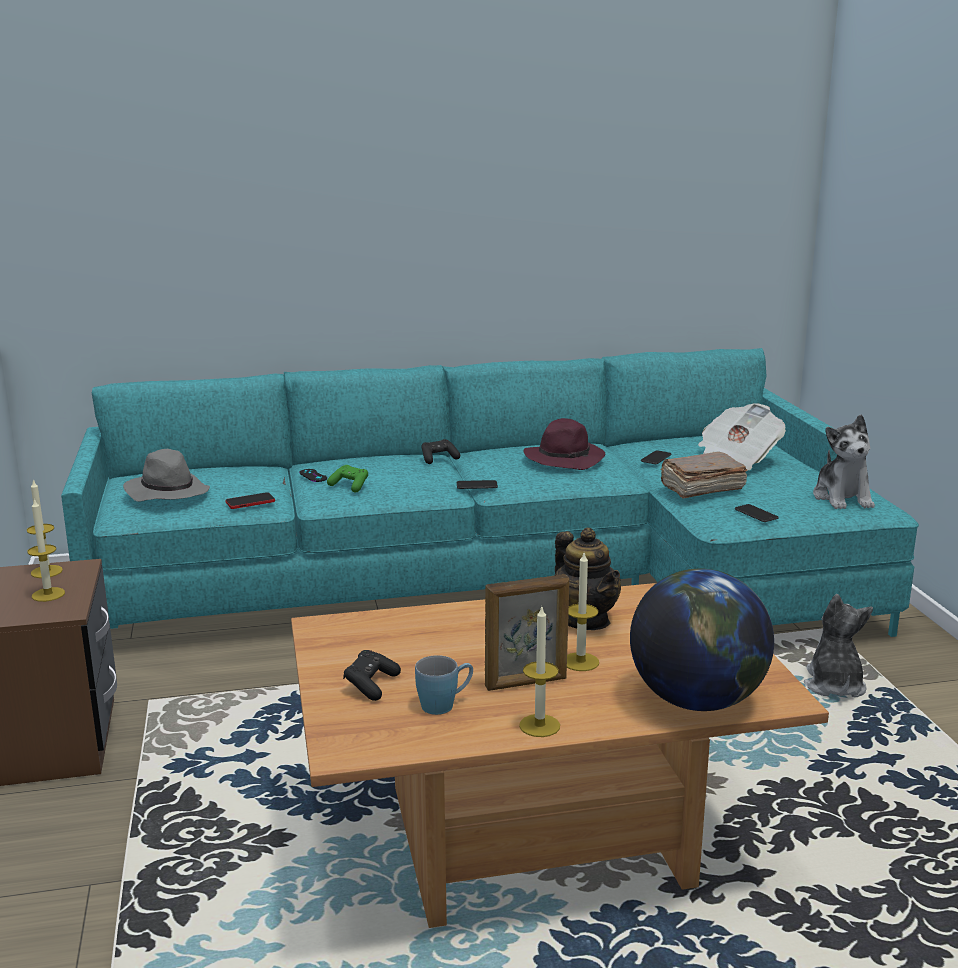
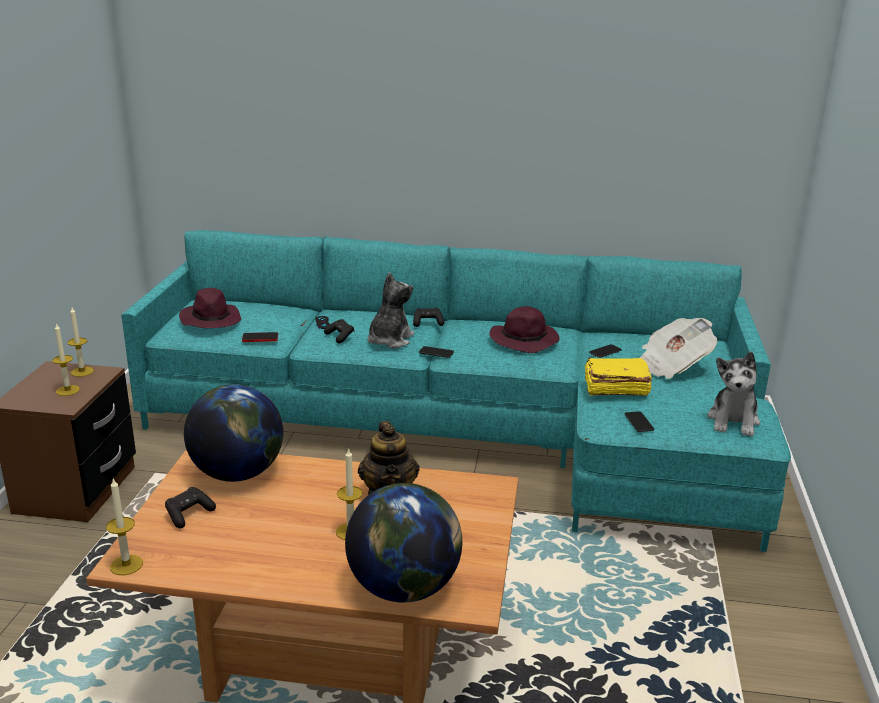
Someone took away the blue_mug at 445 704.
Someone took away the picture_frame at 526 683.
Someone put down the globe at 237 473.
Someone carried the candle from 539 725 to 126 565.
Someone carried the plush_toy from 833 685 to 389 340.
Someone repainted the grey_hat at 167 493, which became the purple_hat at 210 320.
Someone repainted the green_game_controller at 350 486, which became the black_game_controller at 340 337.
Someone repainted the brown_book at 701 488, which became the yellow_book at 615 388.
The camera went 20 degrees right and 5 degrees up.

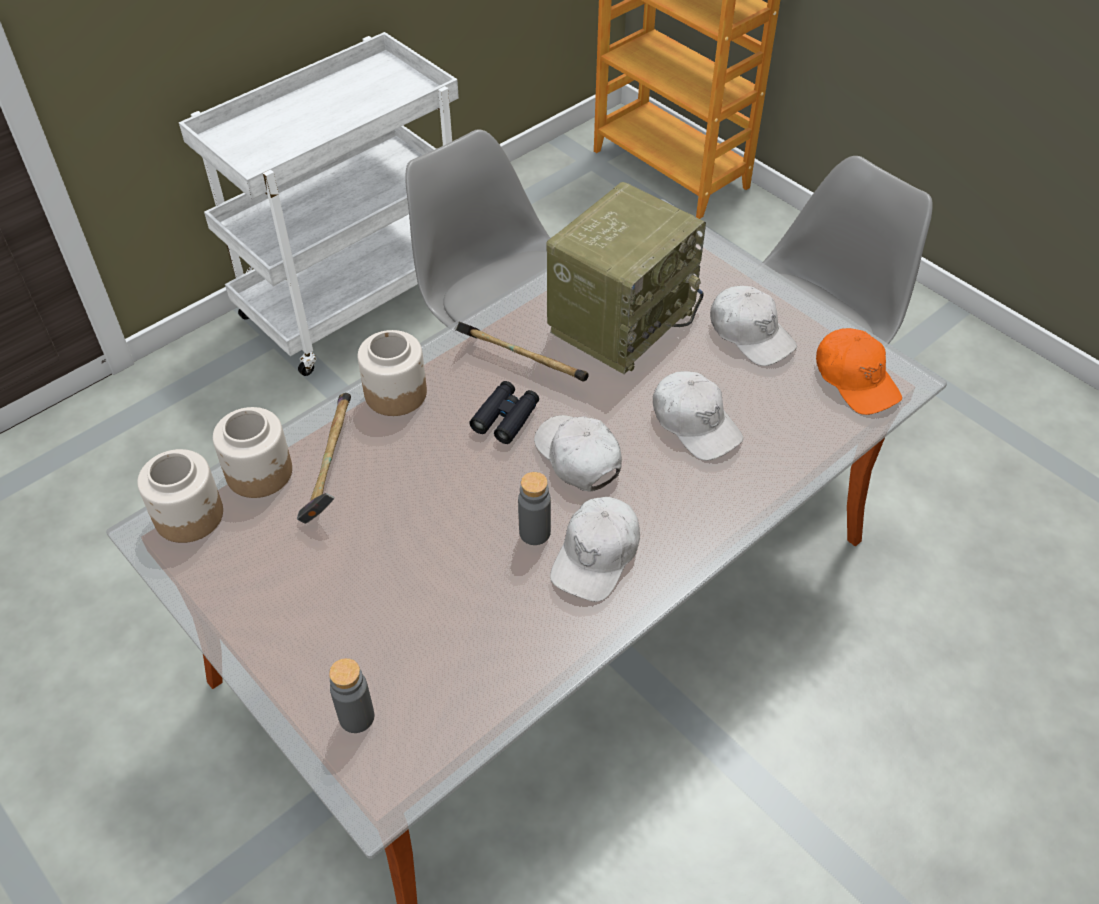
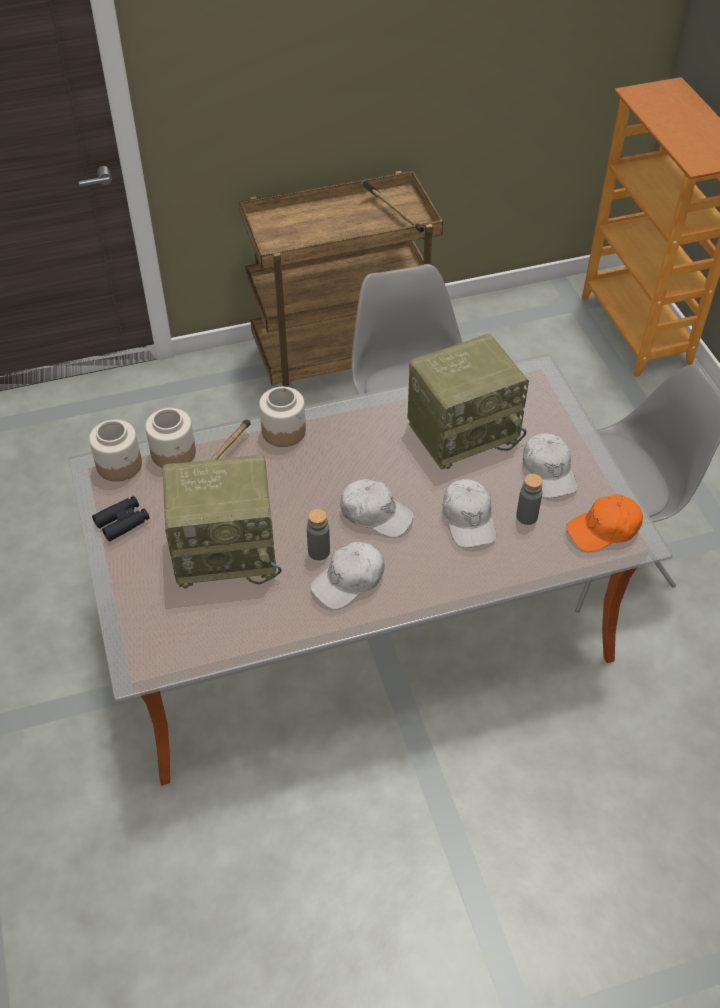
Someone put down the radio at 227 550.
Someone carried the grey_bottle from 356 717 to 526 516.
Someone carried the hammer from 519 362 to 393 215.
Someone carried the black_binoculars from 505 417 to 122 522.
Someone repainted the white_cart at 355 297, which became the brown_cart at 342 357.
Someone rotated the white_cap at 578 457 by 120 degrees clockwise.
Someone rotated the orange_cap at 855 379 by 75 degrees clockwise.
The camera went 25 degrees right and 0 degrees up.

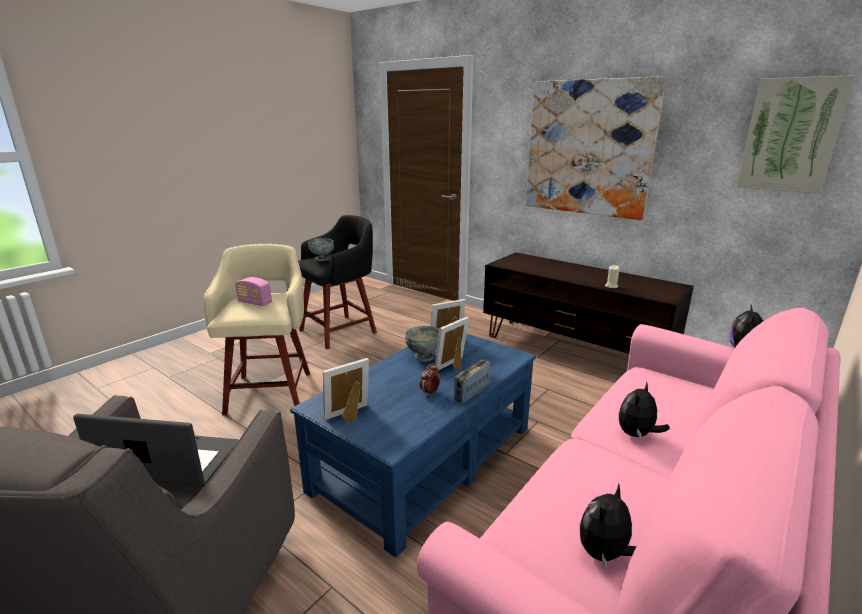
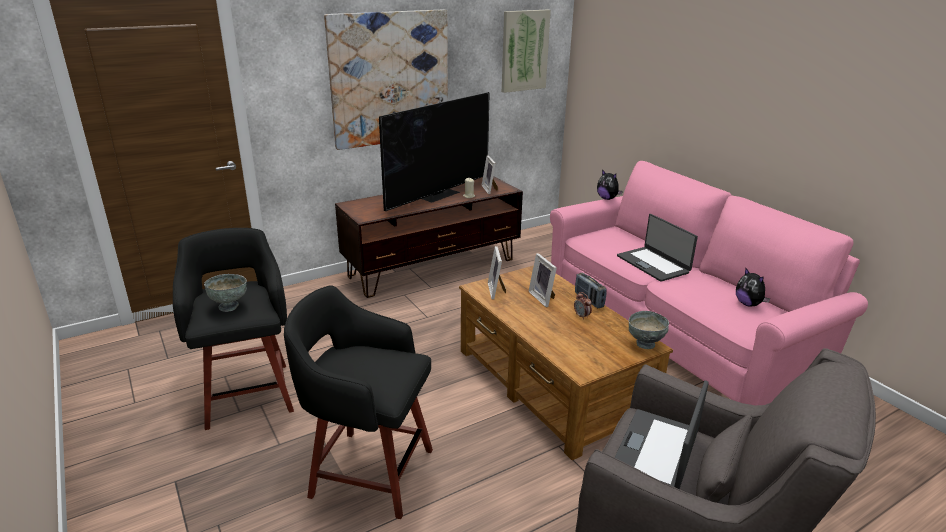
Someone took away the radio at 255 303.
Someone put down the television at 438 194.
Someone carried the picture_frame from 350 416 to 490 189.
Someone carried the grey_bowl from 423 357 to 645 344.
Someone swapped the plush_toy at 637 434 for the laptop at 653 264.
Someone repainted the beige_stool at 270 391, which became the black_stool at 368 471.
Someone repainted the blue_coffee_table at 423 458, which became the brown_coffee_table at 551 384.
The camera went 70 degrees left and 5 degrees up.

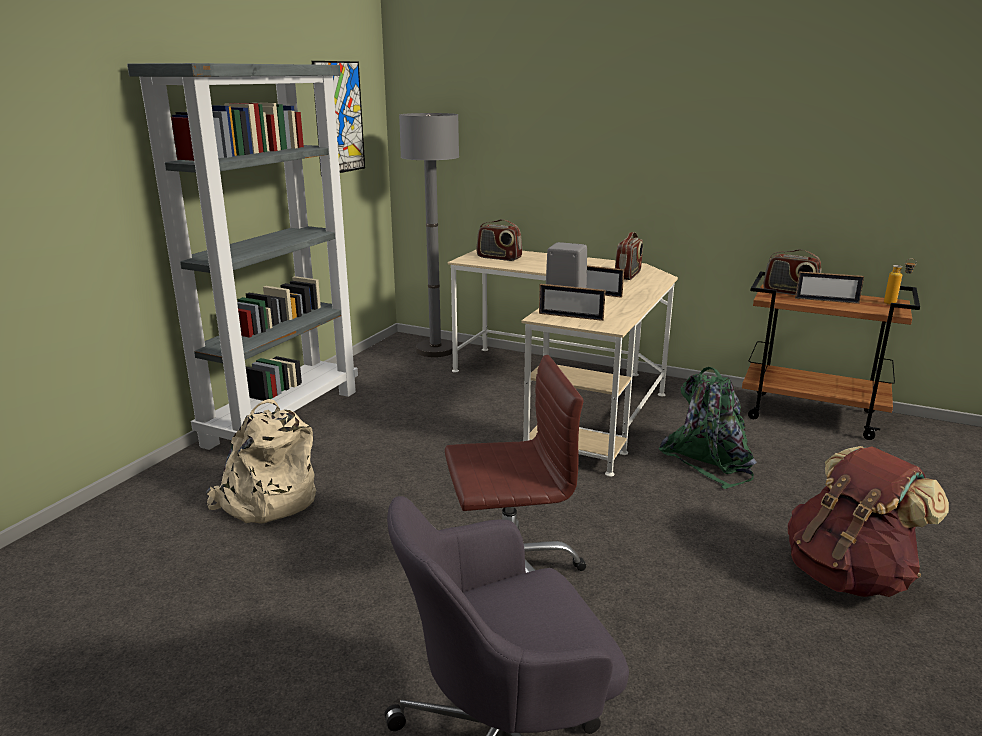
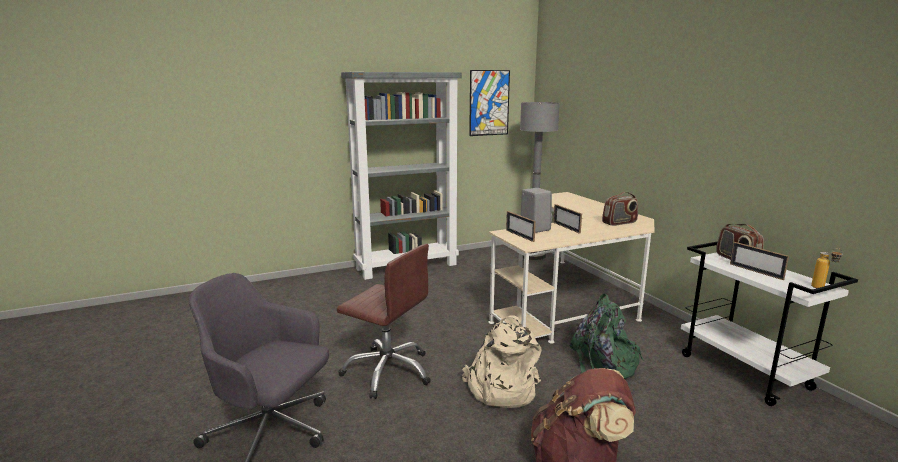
Someone took away the radio at 499 258.
Someone carried the beige_backpack from 266 501 to 500 389.
Someone repainted the brown_cart at 812 415, which became the white_cart at 746 372.
The camera went 40 degrees right and 5 degrees down.

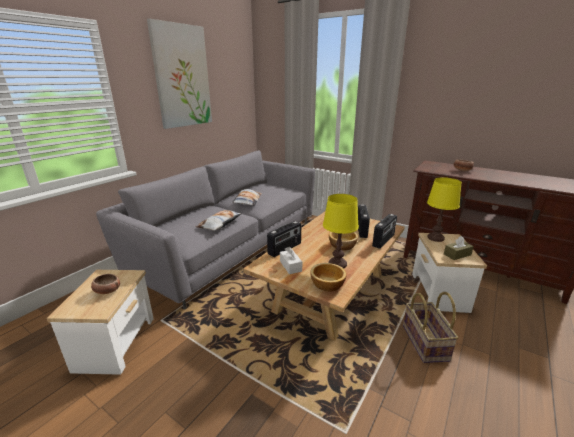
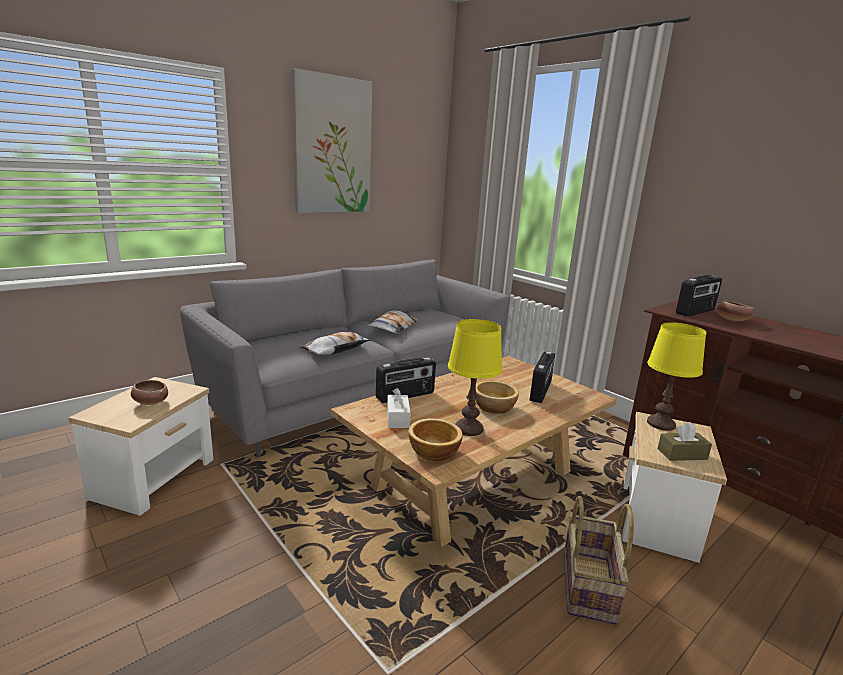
Someone carried the radio from 384 241 to 696 312.
The camera went 15 degrees right and 5 degrees down.

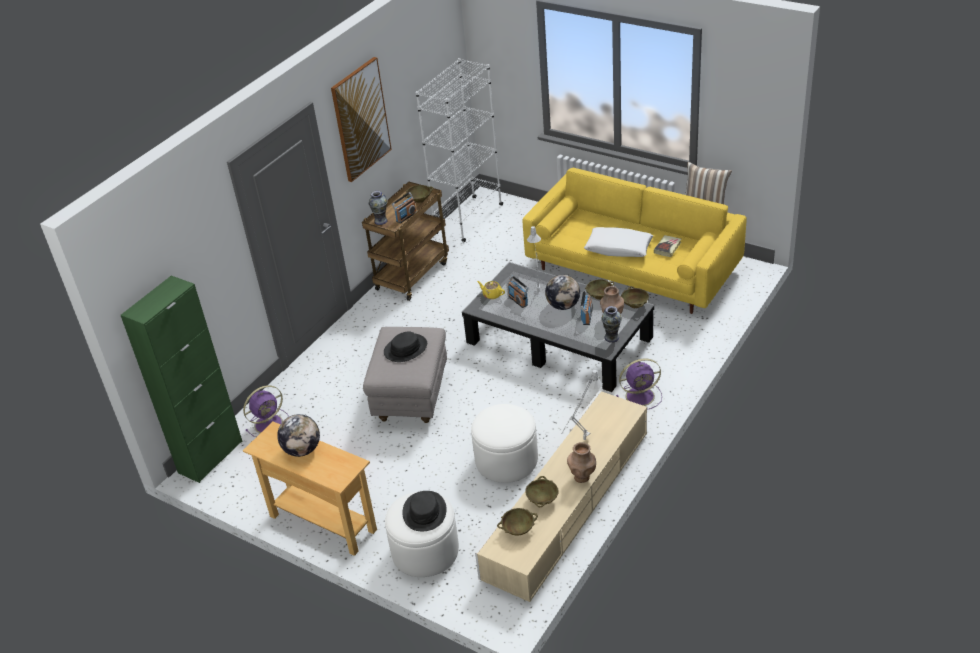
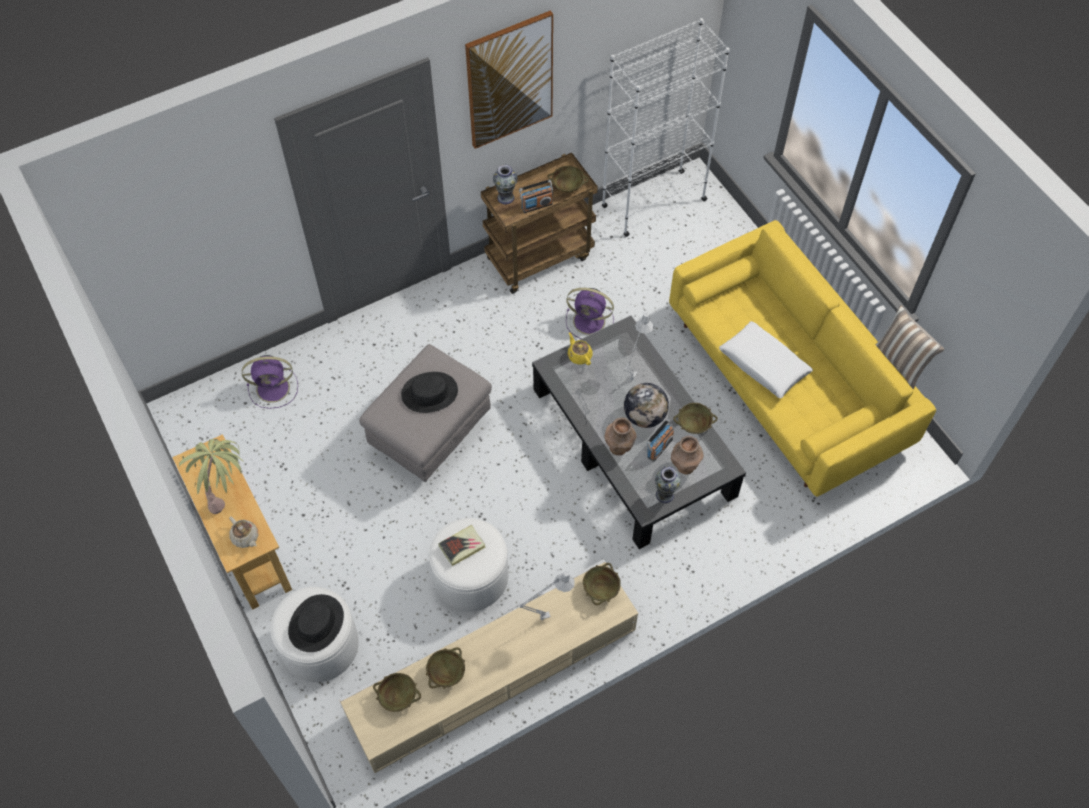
Someone took away the green_cabinet at 210 457.
Someone took away the radio at 518 300.
Someone put down the beige_teapot at 245 537.
Someone carried the brown_vase from 582 477 to 619 448.
Someone carried the purple_fan from 641 396 to 590 322.
Someone carried the beige_bowl from 635 305 to 601 589.
Someone carried the book from 667 248 to 462 546.
Someone swapped the globe at 302 450 for the potted_plant at 226 492.
The camera went 25 degrees right and 20 degrees up.

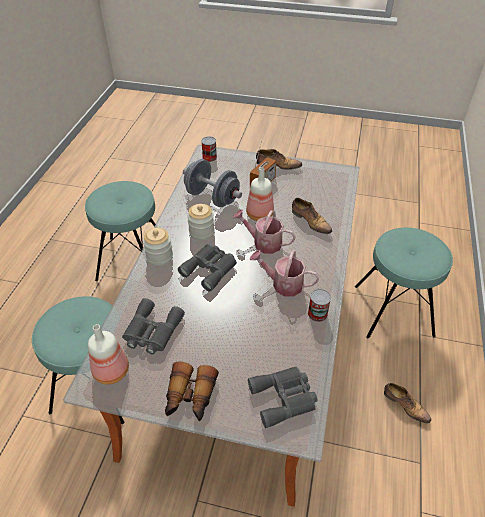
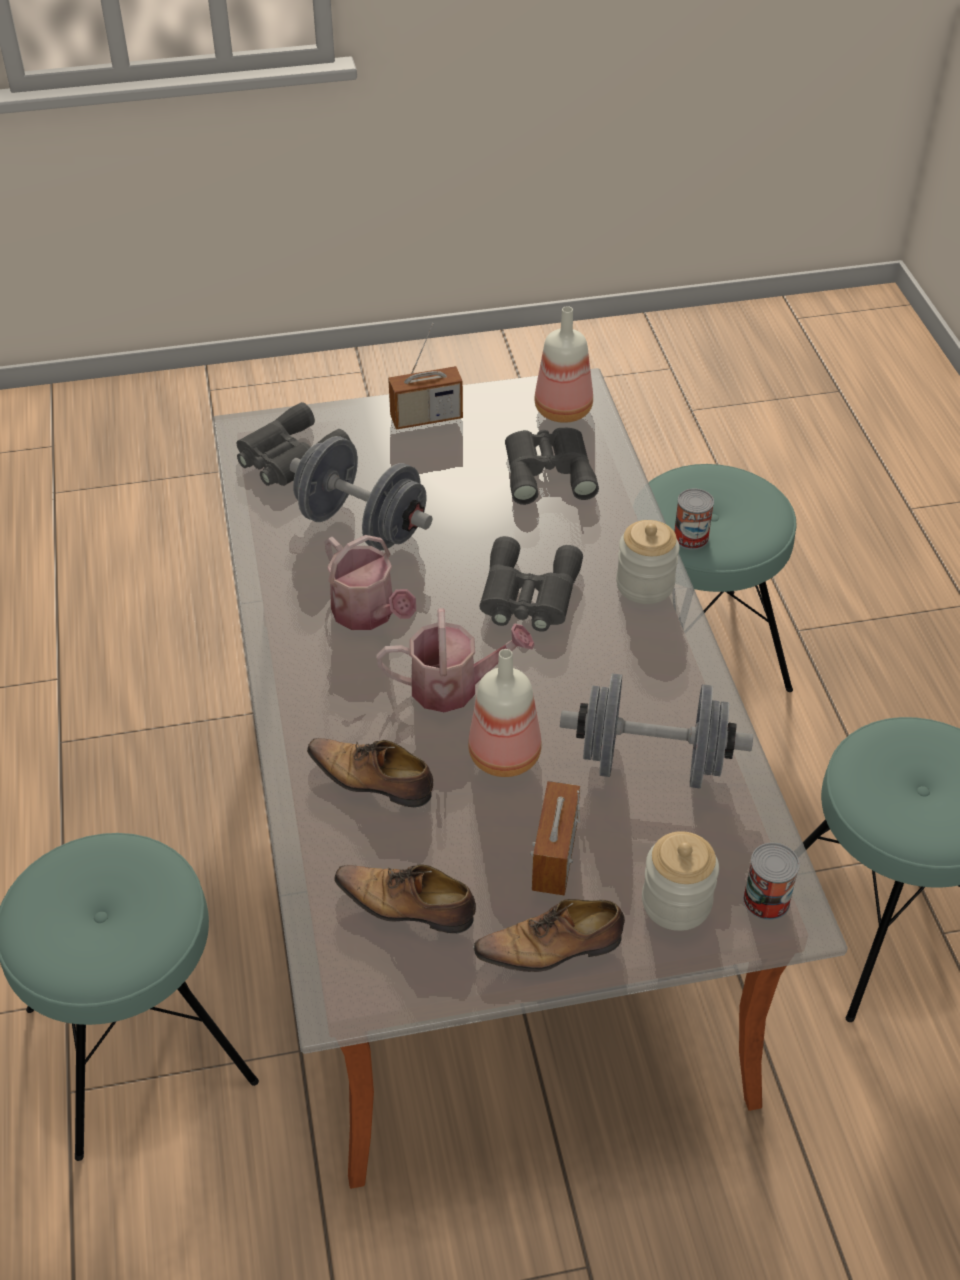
Someone put down the grey_dumbbell at 362 526.
Someone carried the jar from 201 232 to 676 902.
Someone carried the can from 317 314 to 691 537.
Someone carried the shoe from 405 405 to 407 906.
Someone swapped the binoculars at 190 397 for the radio at 426 418.
Someone rotated the watering_can at 283 284 by 60 degrees clockwise.
The camera went 155 degrees right and 0 degrees up.

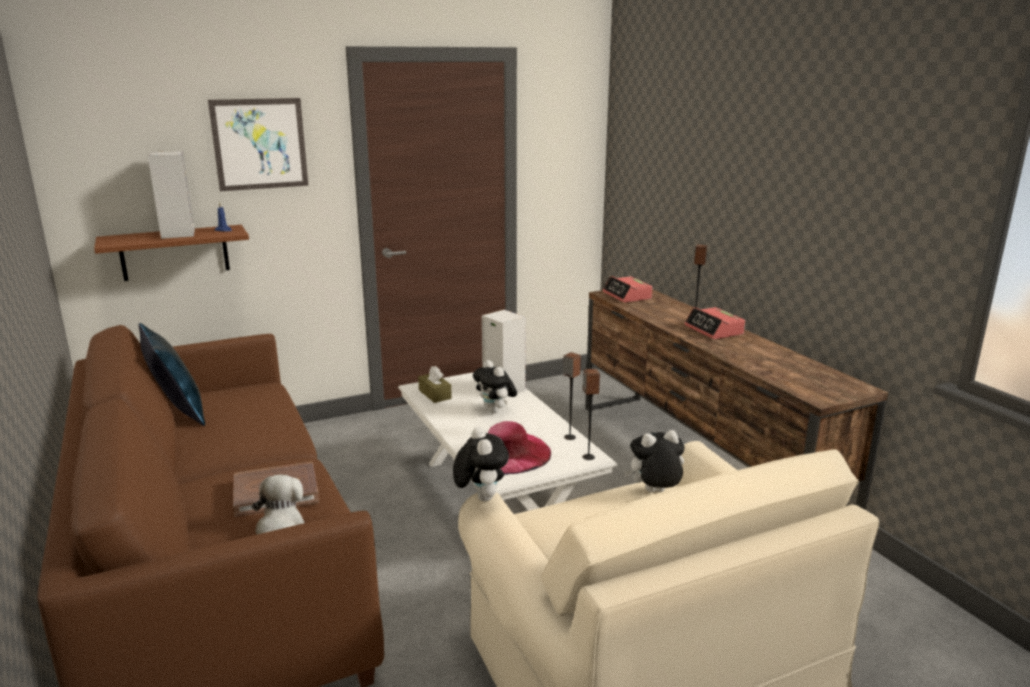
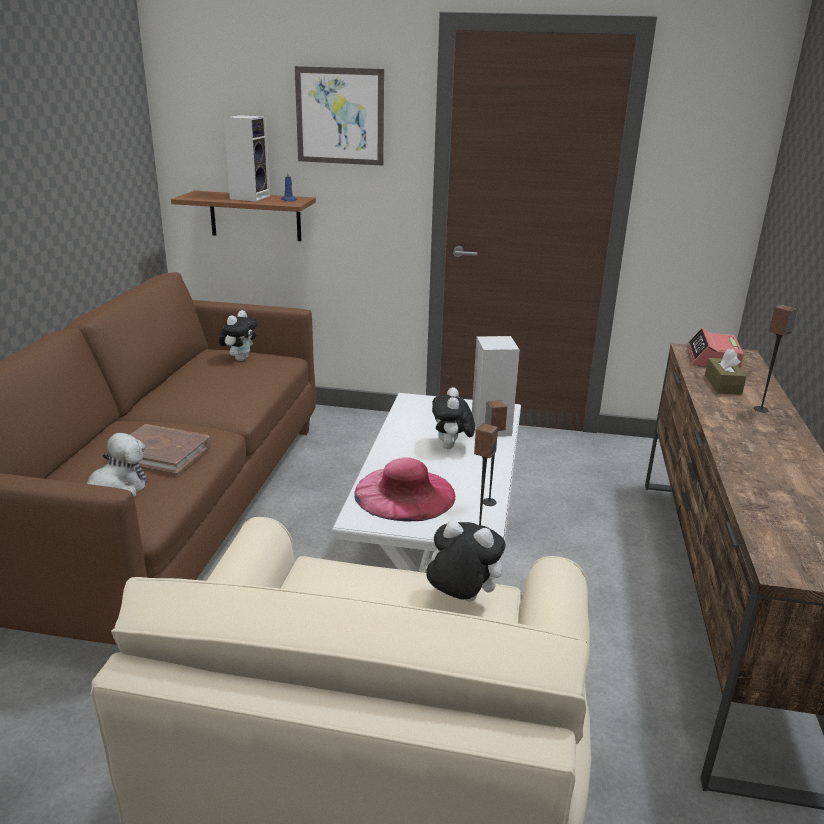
Someone took away the blue_pillow at 177 412.
Someone took away the alarm_clock at 714 330.
Someone carried the brown_tissue_box from 435 394 to 722 385.
Someone carried the plush_toy from 480 497 to 240 358.
The camera went 35 degrees right and 5 degrees up.

